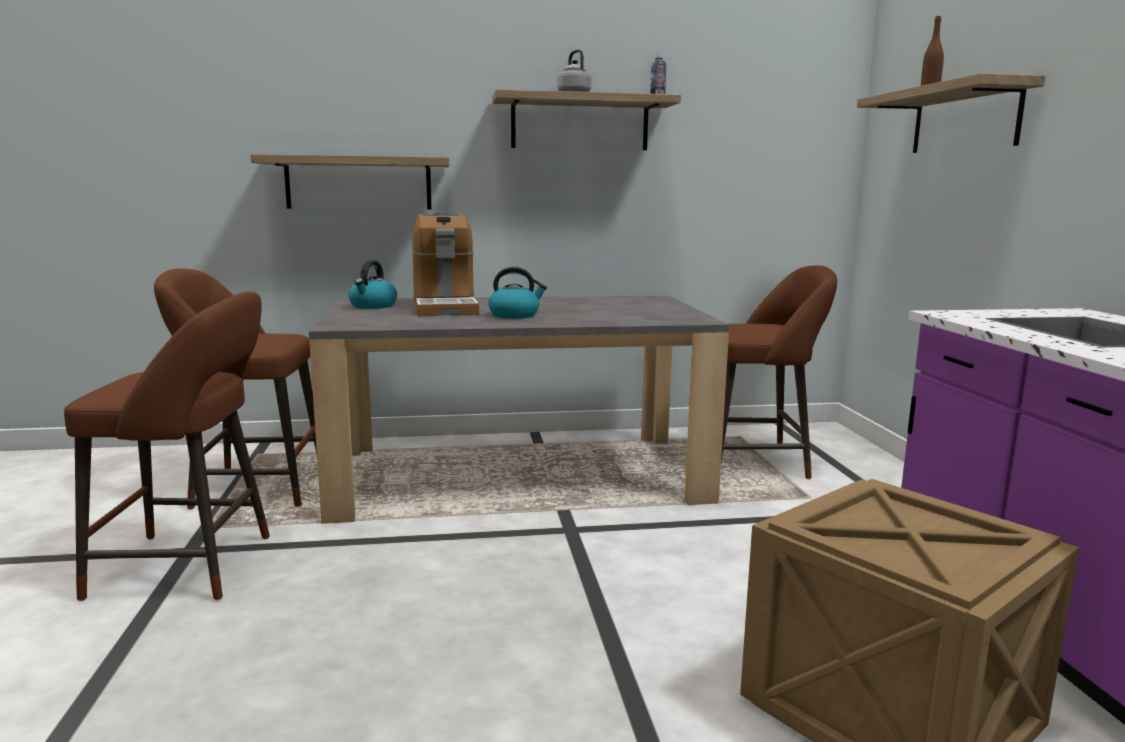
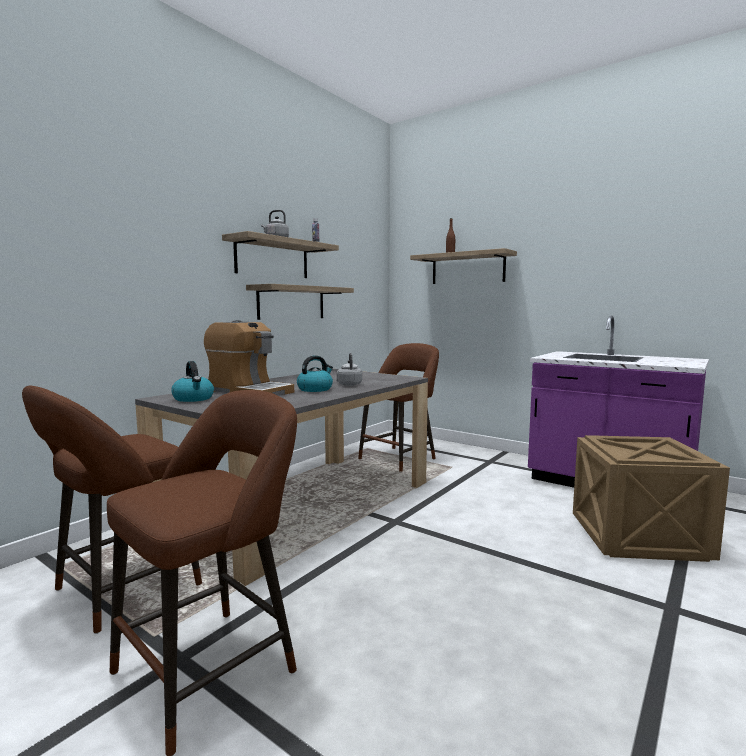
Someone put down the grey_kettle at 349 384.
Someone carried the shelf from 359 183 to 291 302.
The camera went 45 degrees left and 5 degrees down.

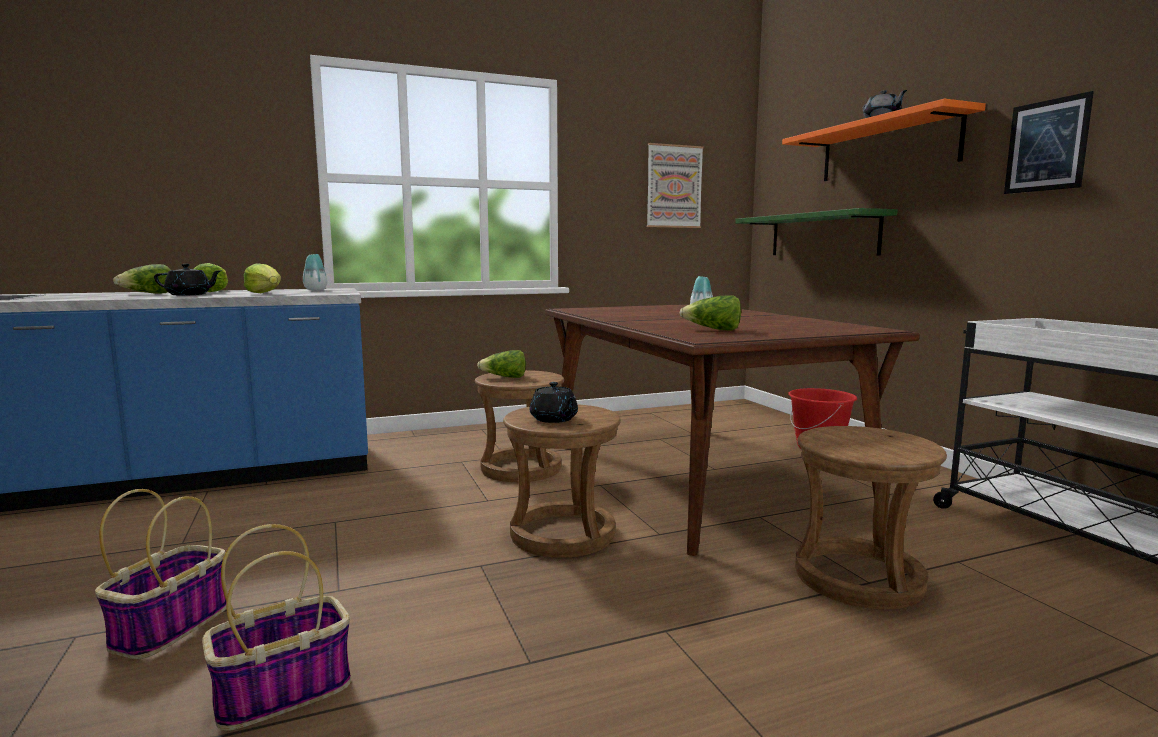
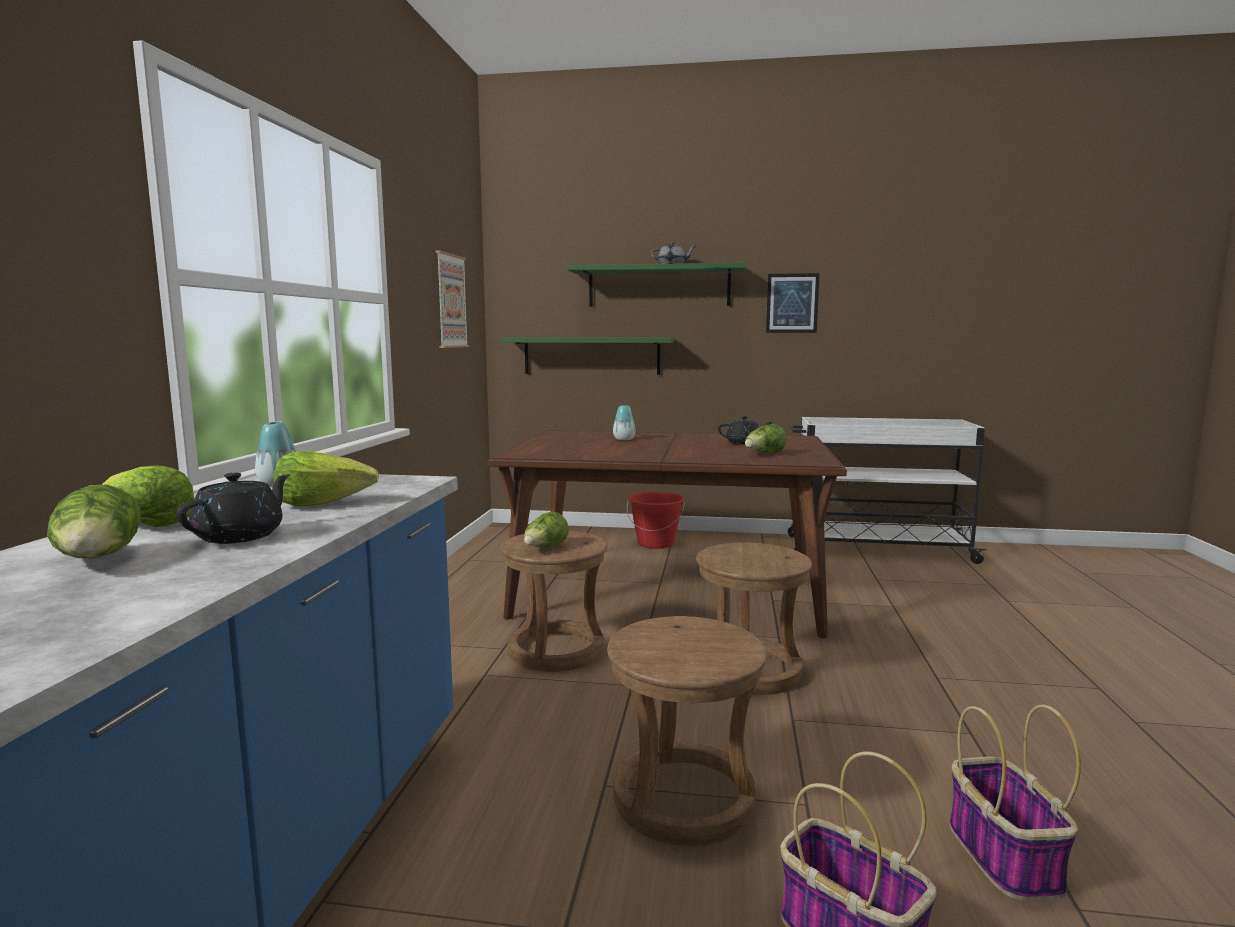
Someone carried the black_teapot from 554 419 to 744 443.
Someone carried the brown_stool from 858 578 to 684 798.
Someone repainted the orange_shelf at 887 148, which became the green_shelf at 659 287.
The camera went 60 degrees left and 0 degrees up.

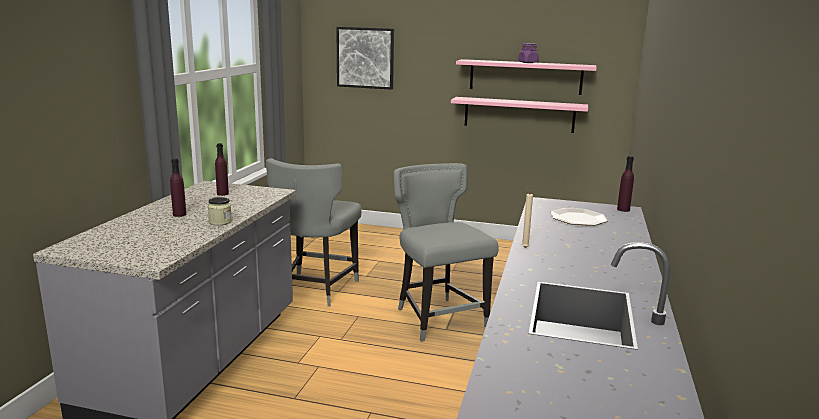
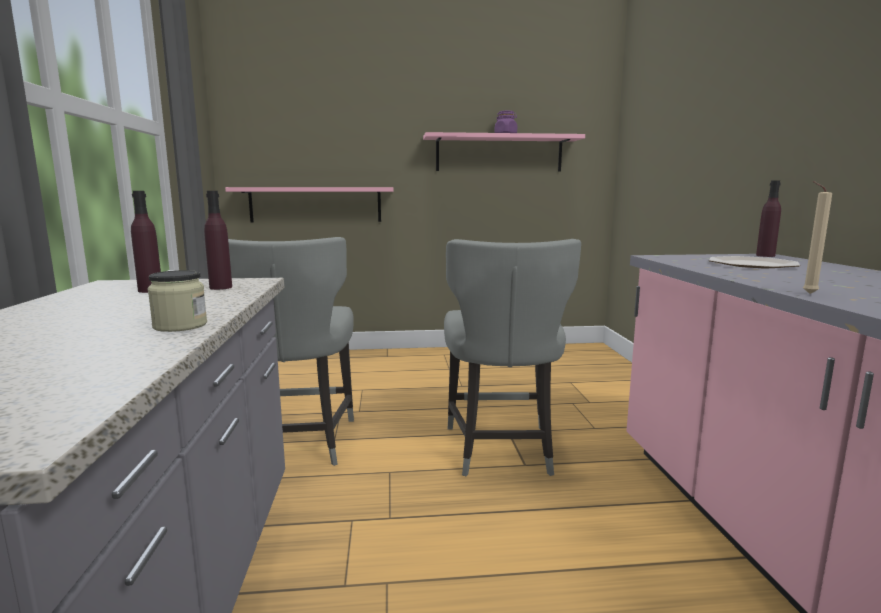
Someone took away the picture at 365 58.
Someone carried the purple_bottle from 179 214 to 221 287.
Someone carried the pink_shelf from 519 114 to 315 204.
Someone rotated the grey_chair at 438 318 by 135 degrees counterclockwise.
The camera went 20 degrees left and 5 degrees down.

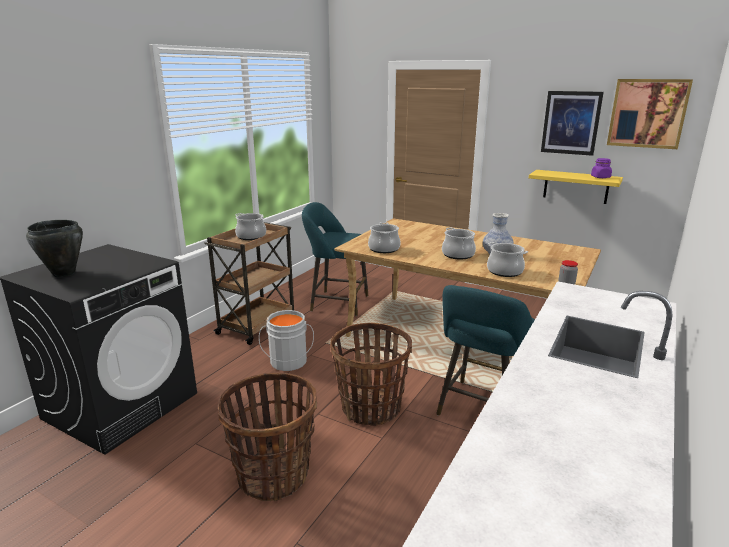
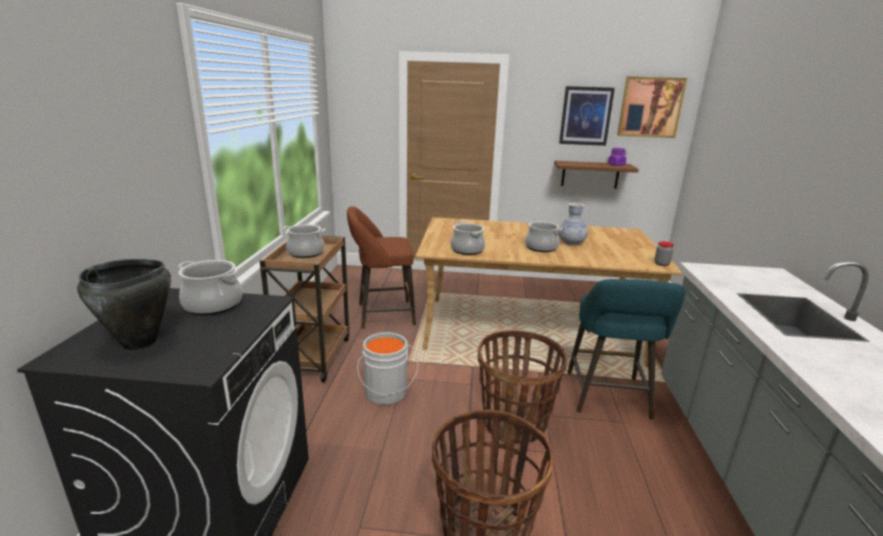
Someone carried the cooking_pot from 504 271 to 213 305.
Someone repainted the turquoise_stool at 336 303, which became the brown_stool at 382 315.
Someone repainted the yellow_shelf at 575 186, which became the brown_shelf at 590 174.
The camera went 25 degrees left and 0 degrees up.

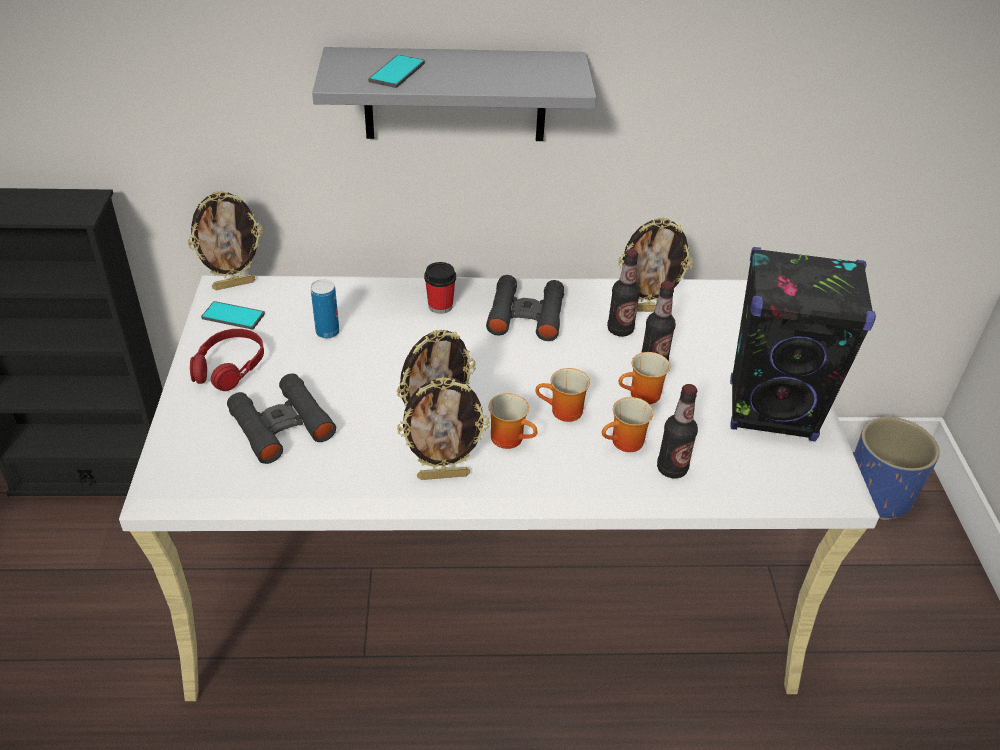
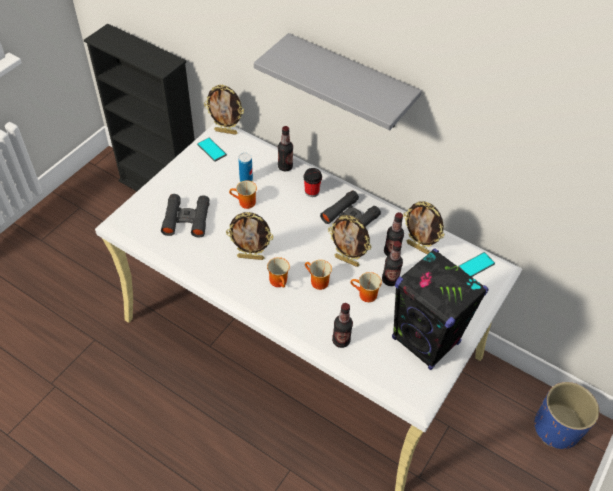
Someone took away the red_headphones at 229 367.
Someone put down the bottle at 285 167.
Someone carried the phone from 397 72 to 476 265.
Someone carried the picture_frame from 443 475 to 347 261.
Someone carried the mug from 625 444 to 245 203.
The camera went 35 degrees right and 10 degrees up.

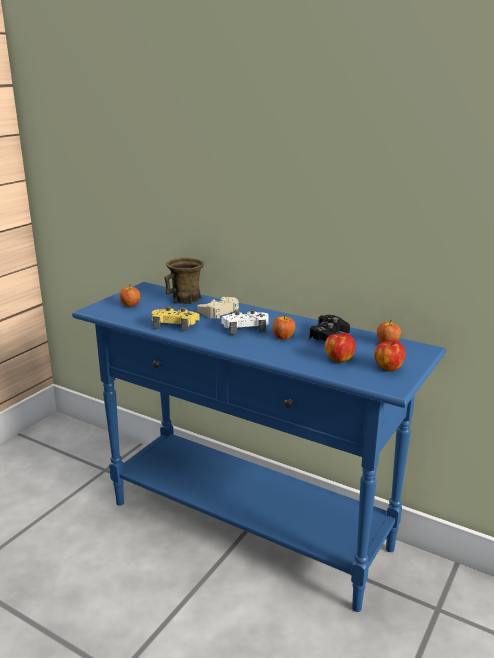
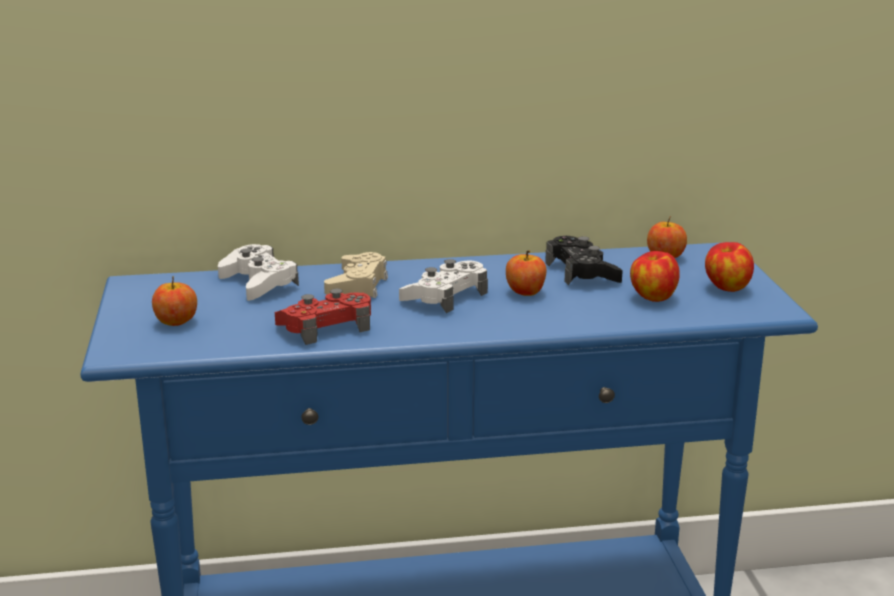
Someone swapped the brown_mug at 186 299 for the white_game_controller at 258 283.
Someone repainted the yellow_game_controller at 175 324, which became the red_game_controller at 325 327.
The camera went 40 degrees left and 0 degrees up.

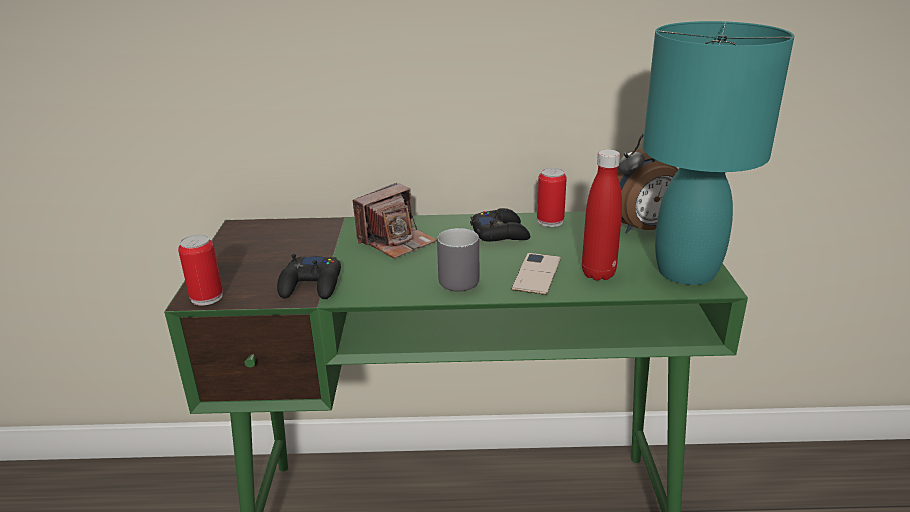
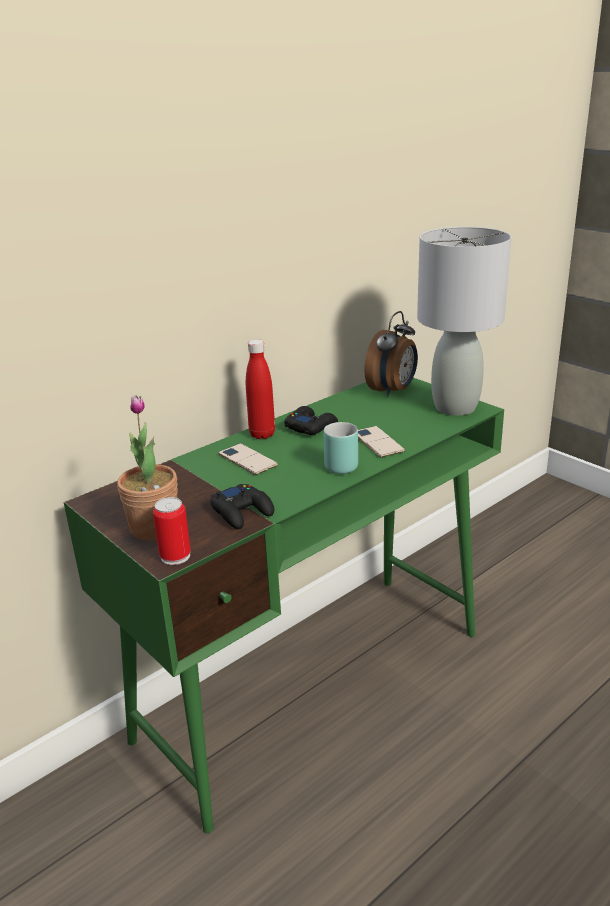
Someone took away the can at 550 221.
Someone put down the potted_plant at 154 528.
Someone carried the red_bottle from 598 274 to 262 434.
Someone swapped the photo_camera at 396 241 for the phone at 247 459.
Someone repainted the grey_mug at 459 278, which became the turquoise_mug at 335 464.
Someone repainted the turquoise_table_lamp at 685 272, which became the grey_table_lamp at 455 407.
The camera went 40 degrees left and 0 degrees up.

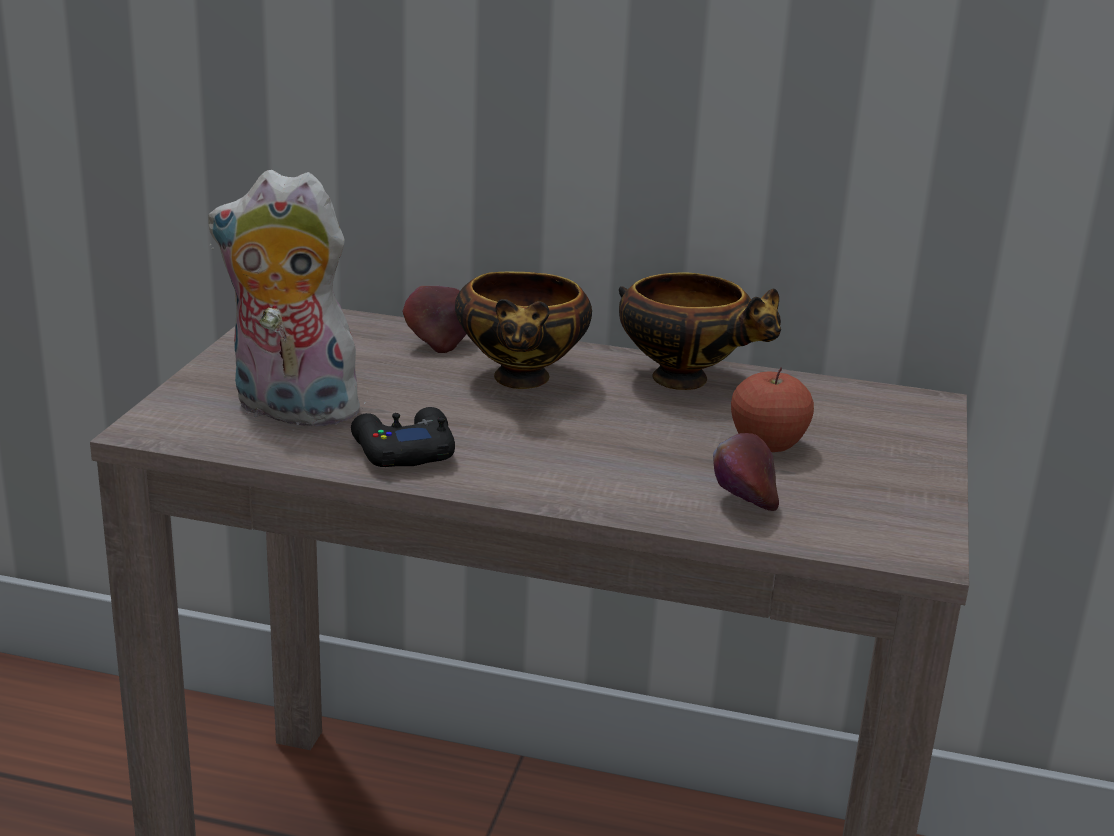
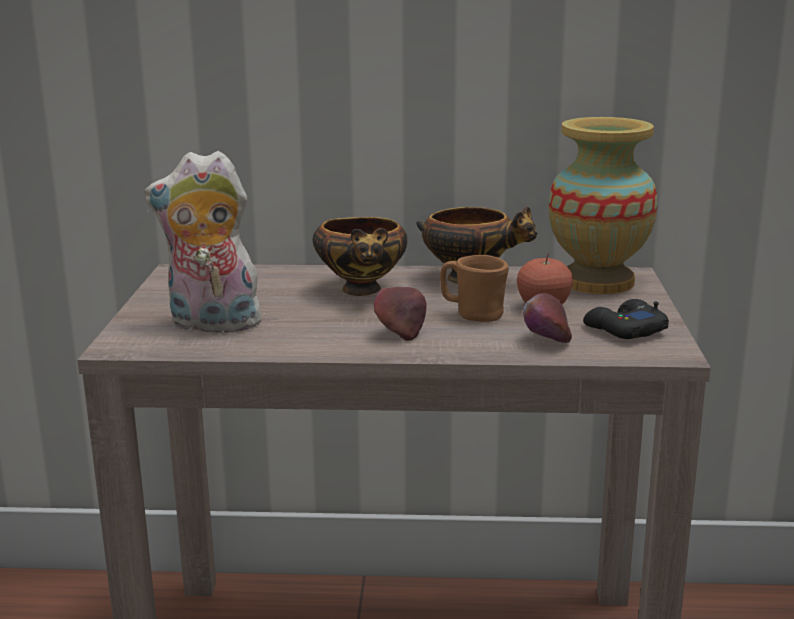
Someone put down the brown_mug at 473 315.
Someone put down the vase at 597 282.
Someone carried the black_game_controller from 402 450 to 624 329.
Someone carried the apple from 438 343 to 400 334.
The camera went 10 degrees left and 5 degrees down.

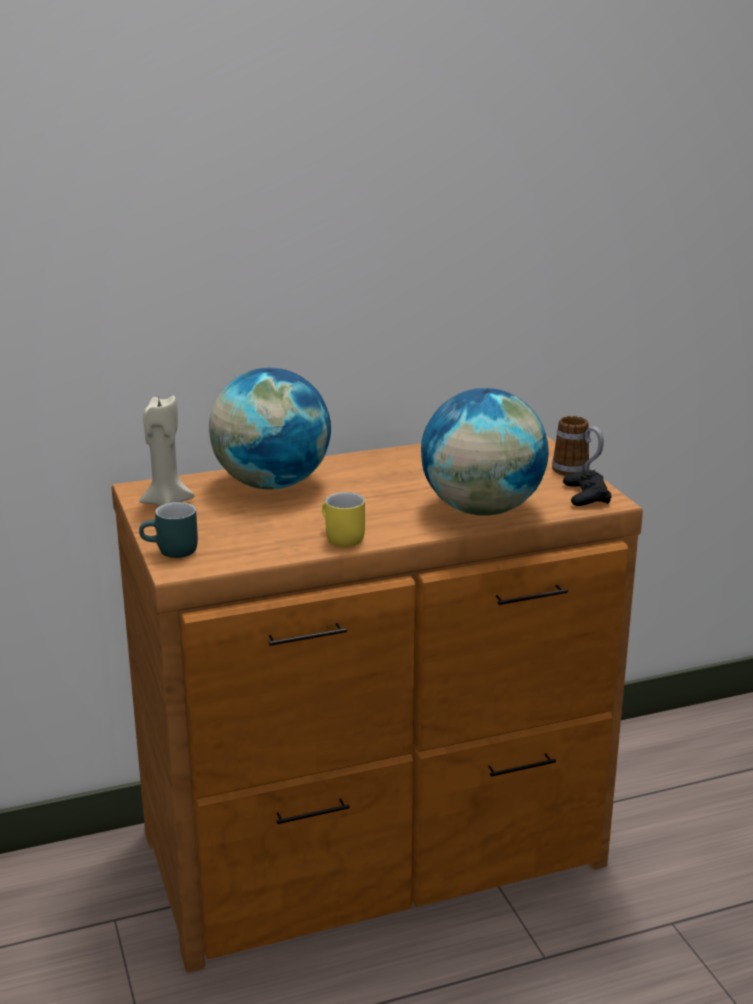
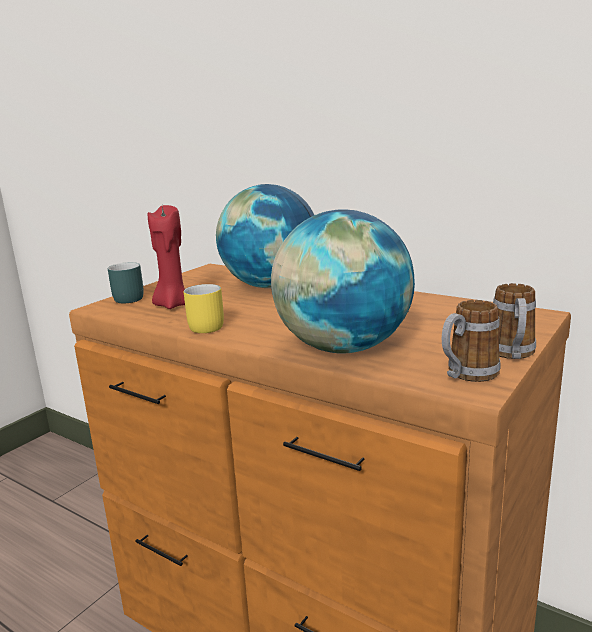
Someone took away the beige_candle at 166 502.
Someone put down the red_candle at 172 305.
Someone swapped the black_game_controller at 586 495 for the mug at 466 375.
The camera went 55 degrees right and 5 degrees down.

